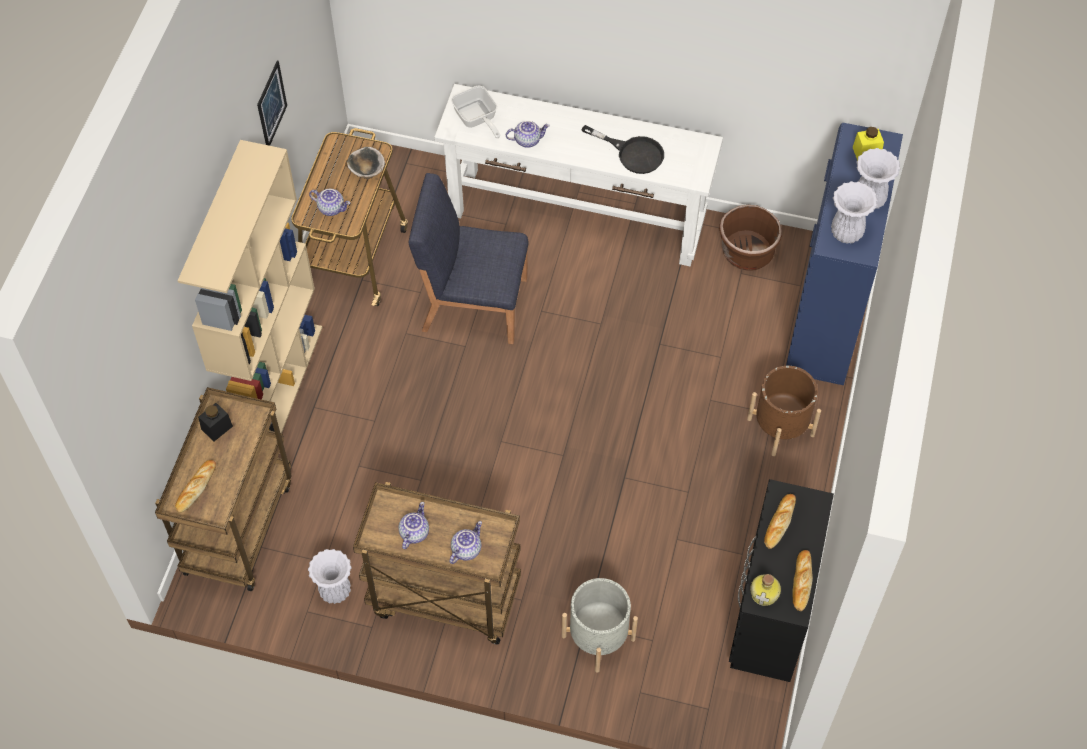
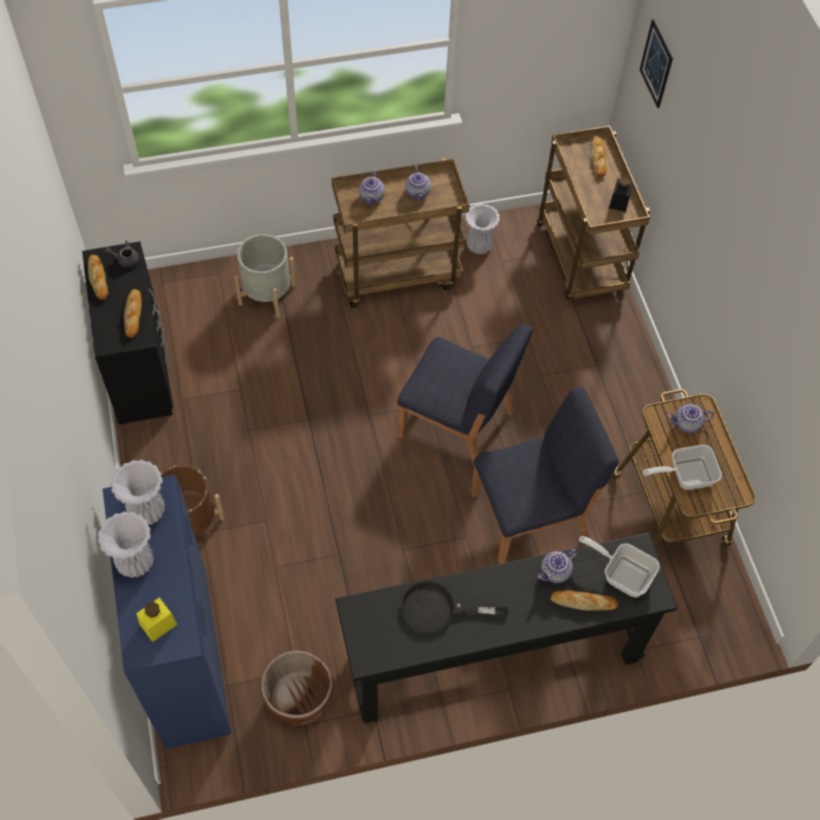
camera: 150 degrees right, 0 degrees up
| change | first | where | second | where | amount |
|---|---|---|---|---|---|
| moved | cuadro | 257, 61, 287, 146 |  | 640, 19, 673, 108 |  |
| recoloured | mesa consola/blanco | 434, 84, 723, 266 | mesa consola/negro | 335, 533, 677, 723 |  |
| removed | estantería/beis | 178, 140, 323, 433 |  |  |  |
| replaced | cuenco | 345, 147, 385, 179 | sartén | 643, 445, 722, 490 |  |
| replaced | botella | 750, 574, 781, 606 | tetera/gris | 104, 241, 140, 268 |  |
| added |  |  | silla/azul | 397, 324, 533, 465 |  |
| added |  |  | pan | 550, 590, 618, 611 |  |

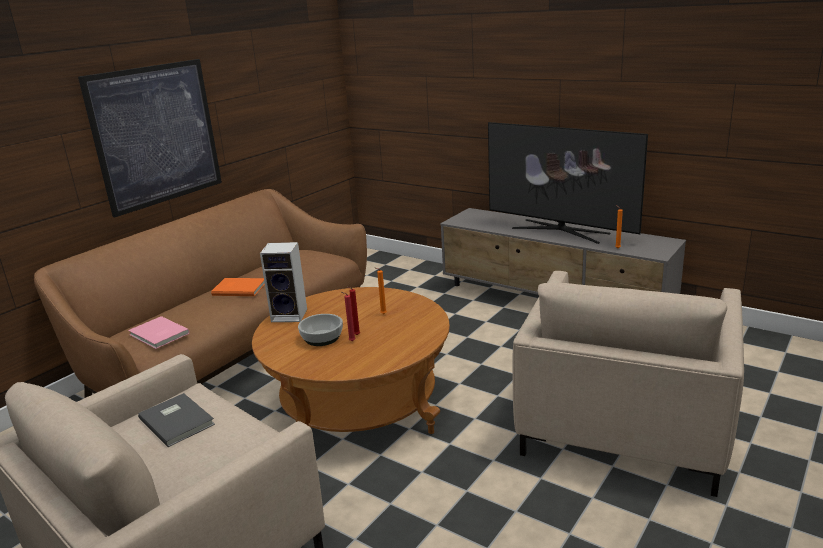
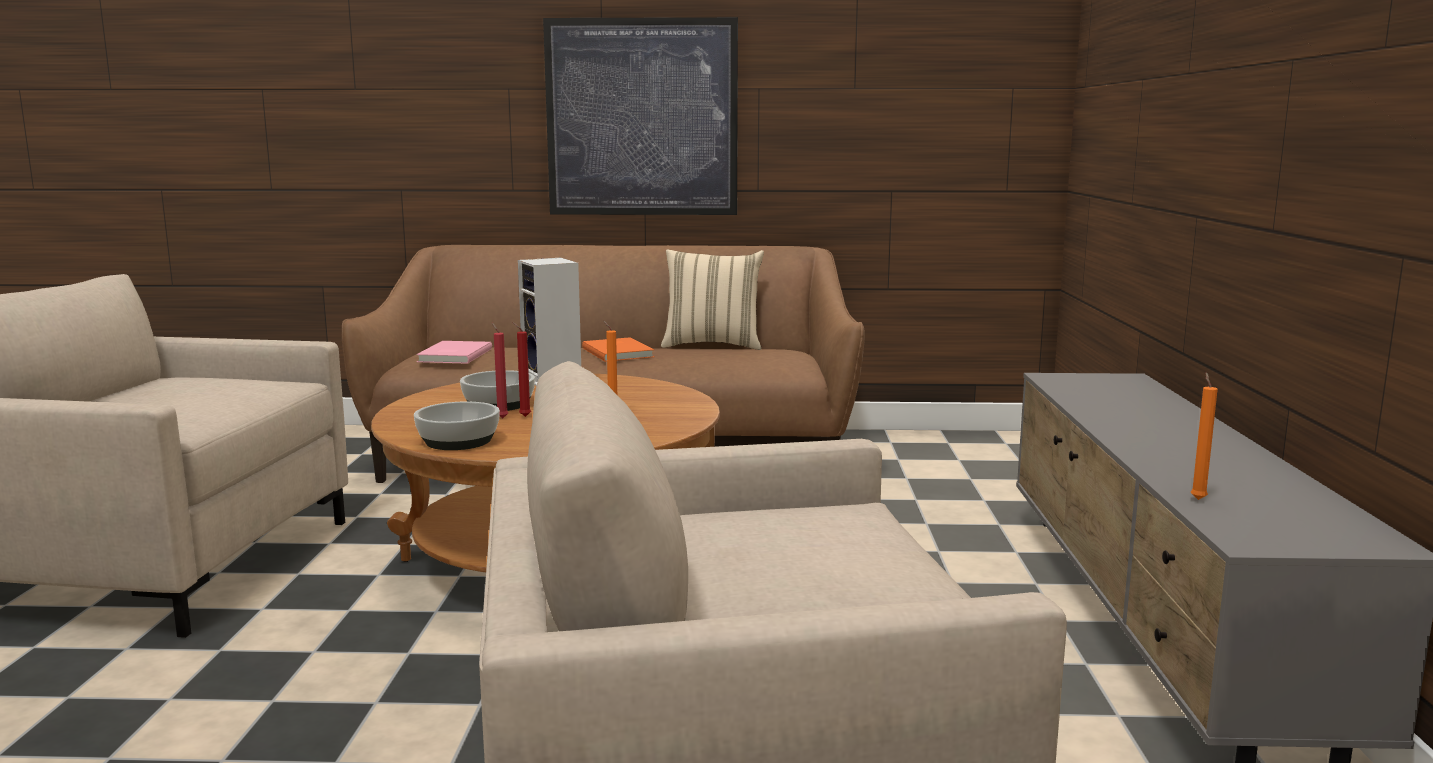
camera: 55 degrees right, 10 degrees down
| change | first | where | second | where | amount |
|---|---|---|---|---|---|
| removed | televisor | 488, 122, 648, 244 |  |  |  |
| removed | libro/gris | 138, 393, 215, 447 |  |  |  |
| added |  |  | cojín/beis | 661, 250, 764, 350 |  |
| added |  |  | cuenco | 414, 401, 500, 450 |  |

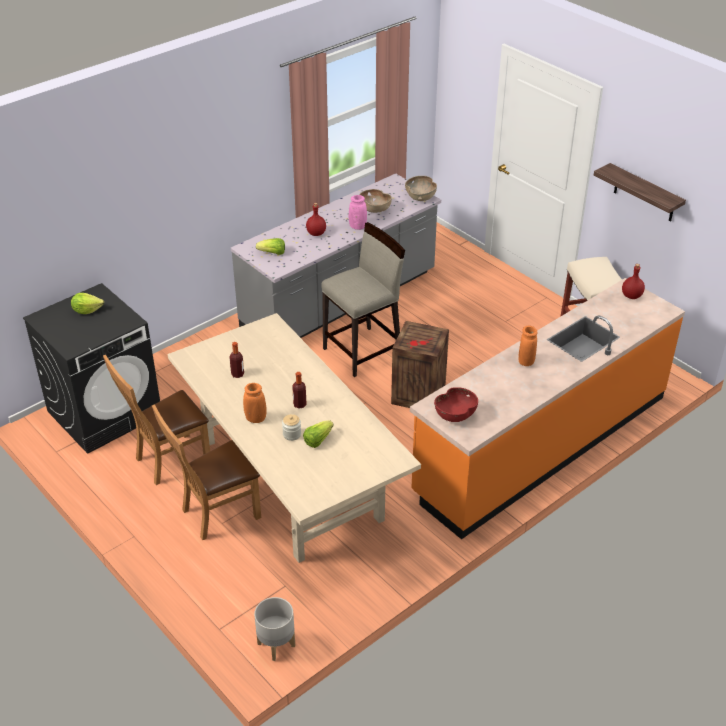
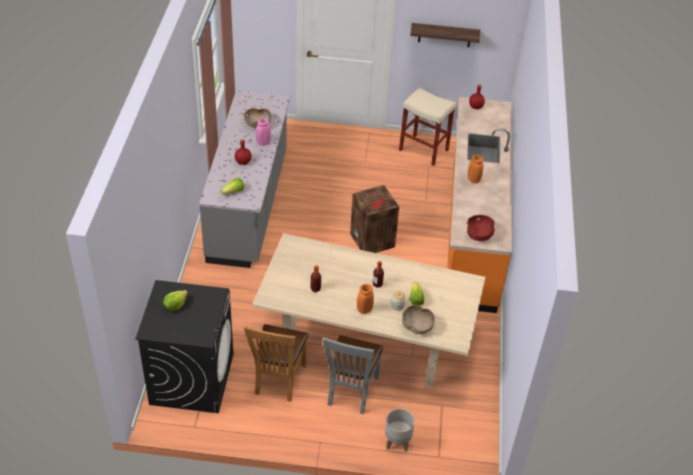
camera: 45 degrees left, 5 degrees up
| change | first | where | second | where | amount |
|---|---|---|---|---|---|
| moved | cuenco/marrón | 405, 176, 437, 201 |  | 402, 305, 435, 334 |  |
| removed | taburete/beis | 321, 222, 405, 377 |  |  |  |
| recoloured | silla/marrón | 152, 404, 261, 540 | silla/gris | 322, 335, 383, 414 |  |
| moved | maceta/gris | 254, 597, 295, 661 |  | 385, 409, 415, 452 |  |

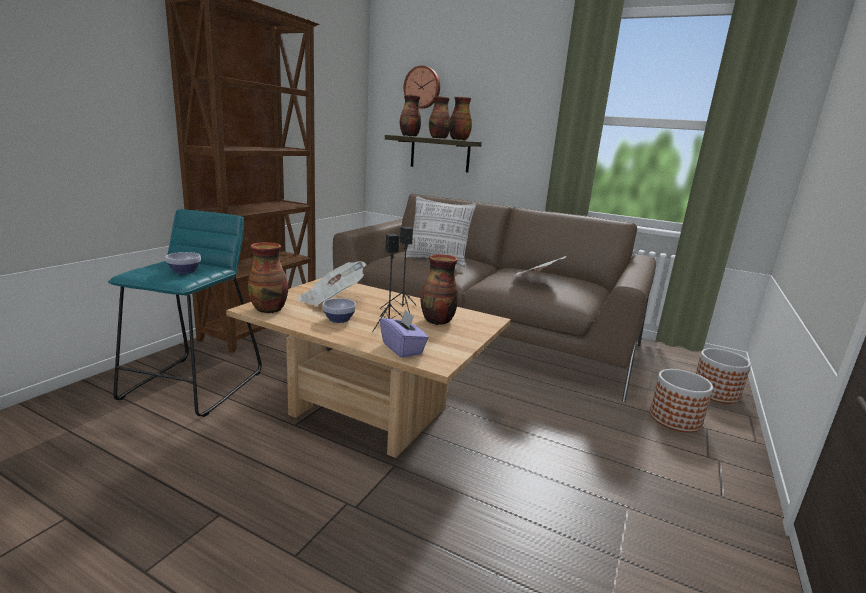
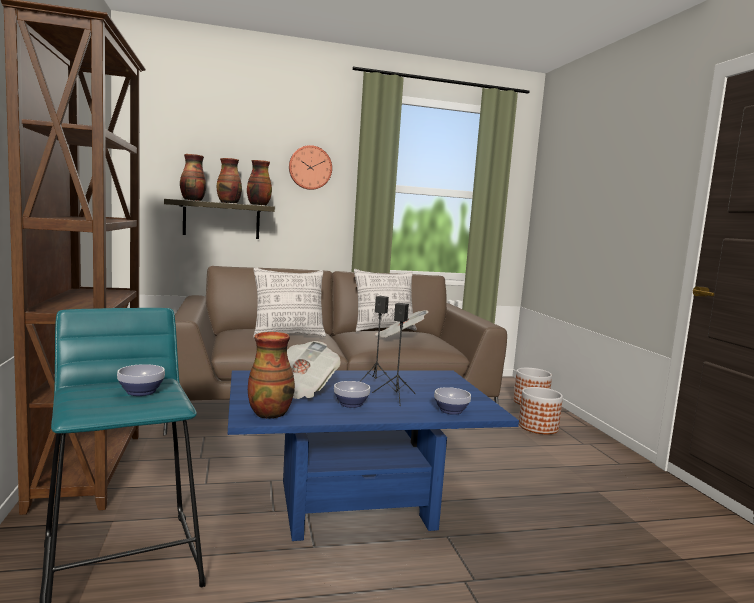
camera: 40 degrees left, 10 degrees down
| change | first | where | second | where | amount |
|---|---|---|---|---|---|
| moved | reloj de pared | 404, 66, 440, 109 |  | 289, 145, 332, 190 |  |
| removed | florero | 420, 254, 458, 325 |  |  |  |
| recoloured | mesa de centro/beis | 226, 278, 511, 458 | mesa de centro/azul | 228, 370, 519, 541 |  |
| replaced | caja de pañuelos/morado | 380, 309, 429, 358 | cuenco | 434, 387, 471, 415 |  |
| added |  |  | cojín | 354, 269, 417, 332 |  |

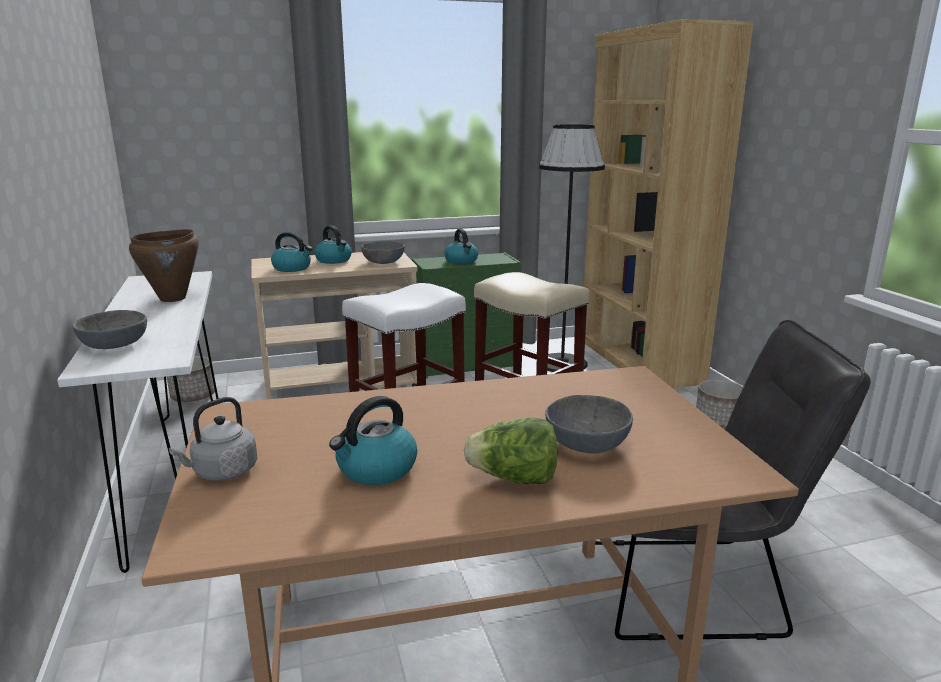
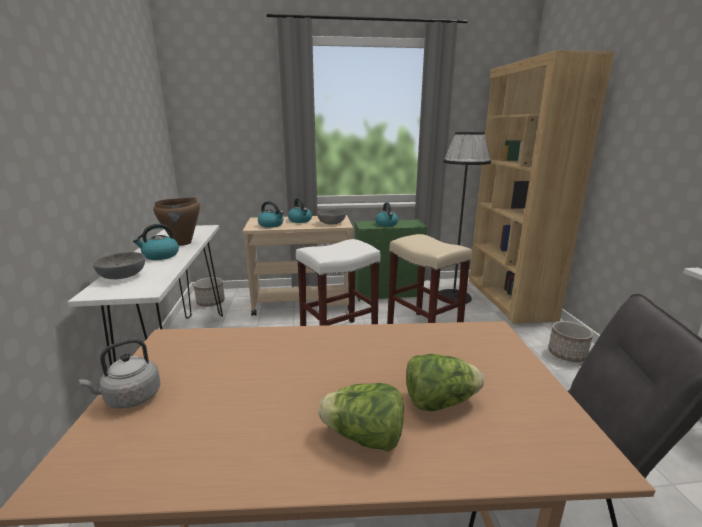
camera: 10 degrees right, 0 degrees up
| change | first | where | second | where | amount |
|---|---|---|---|---|---|
| replaced | cuenco/gris | 545, 395, 633, 453 | lechuga | 406, 354, 484, 411 |  |
| moved | hervidor | 329, 396, 417, 485 |  | 133, 224, 179, 260 |  |

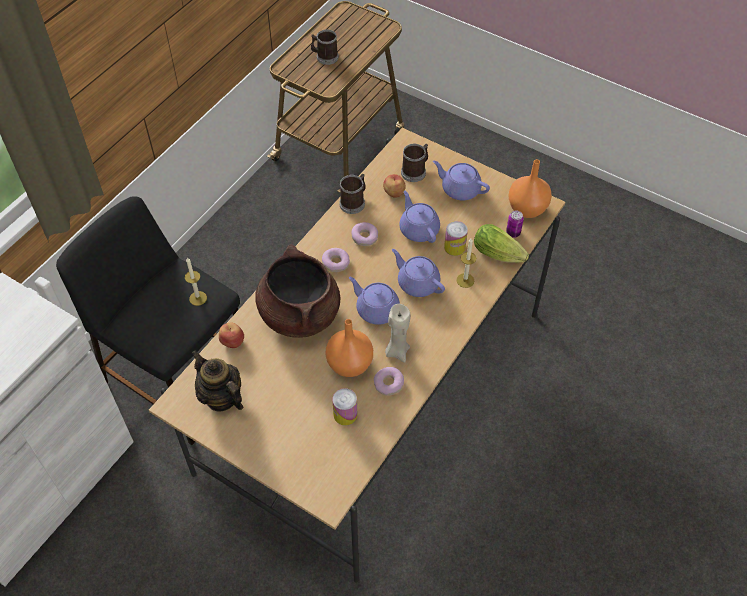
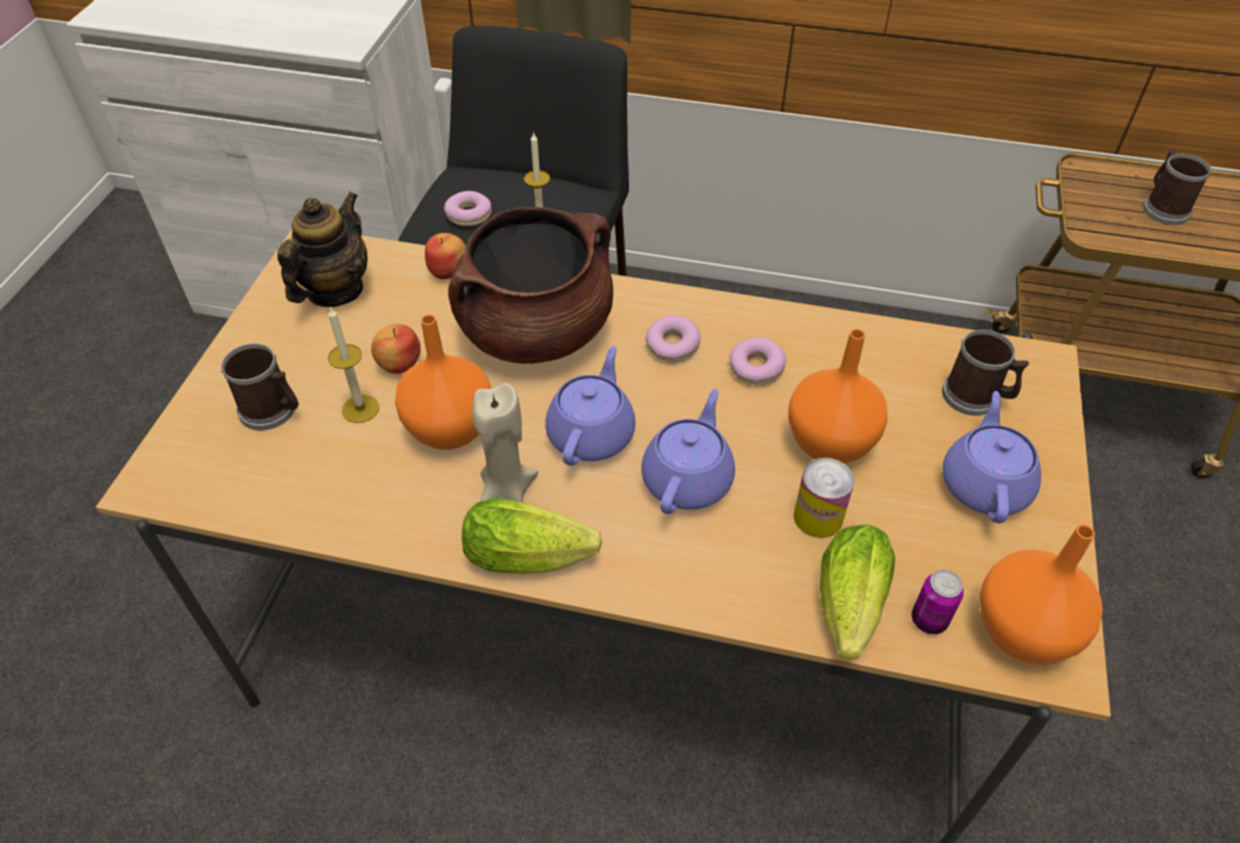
camera: 70 degrees right, 5 degrees down
| change | first | where | second | where | amount |
|---|---|---|---|---|---|
| moved | taza grande | 339, 174, 365, 214 |  | 221, 343, 299, 430 |  |
| moved | manzana | 383, 174, 406, 198 |  | 371, 324, 421, 374 |  |
| replaced | tetera/morado | 399, 190, 440, 243 | florero/naranja | 788, 329, 888, 464 |  |
| moved | vela | 456, 239, 476, 288 |  | 328, 307, 379, 423 |  |
| moved | rosquilla | 374, 367, 404, 396 |  | 444, 191, 492, 226 |  |
| removed | lata | 332, 388, 357, 426 |  |  |  |
| added |  |  | lechuga | 462, 498, 602, 574 |  |

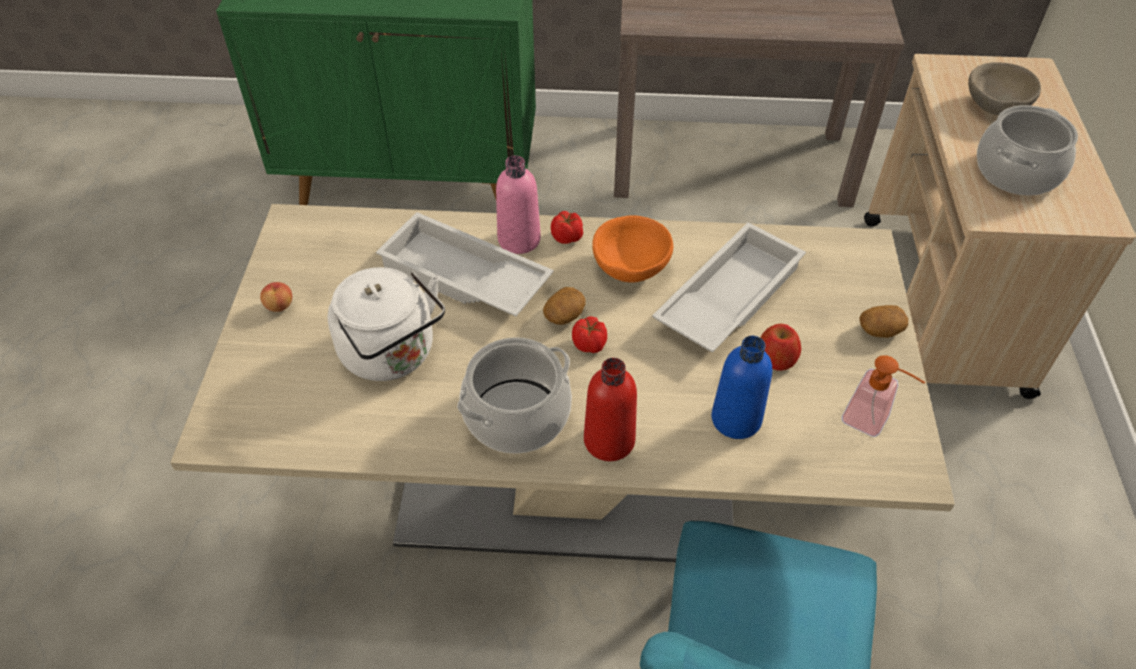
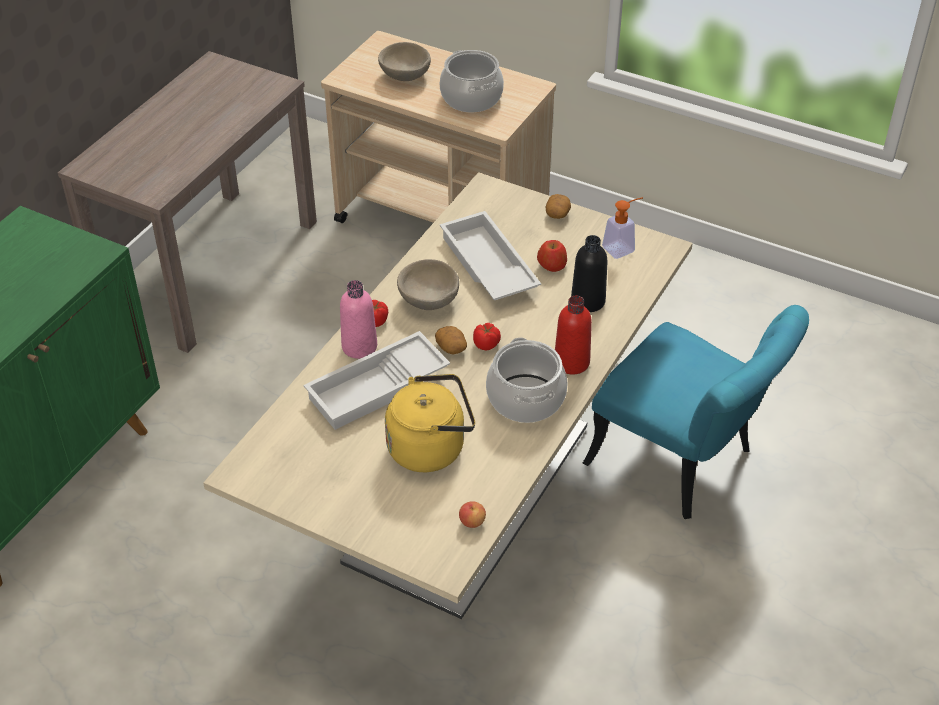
camera: 65 degrees left, 5 degrees down
| change | first | where | second | where | amount |
|---|---|---|---|---|---|
| recoloured | cuenco/naranja | 592, 215, 673, 283 | cuenco/beis | 397, 259, 459, 310 |  |
| recoloured | hervidor/blanco | 328, 267, 445, 381 | hervidor/amarillo | 385, 374, 475, 472 |  |
| moved | manzana | 260, 282, 292, 312 |  | 459, 501, 486, 528 |  |
| recoloured | botella/azul | 711, 336, 772, 439 | botella/negro | 571, 235, 607, 312 |  |

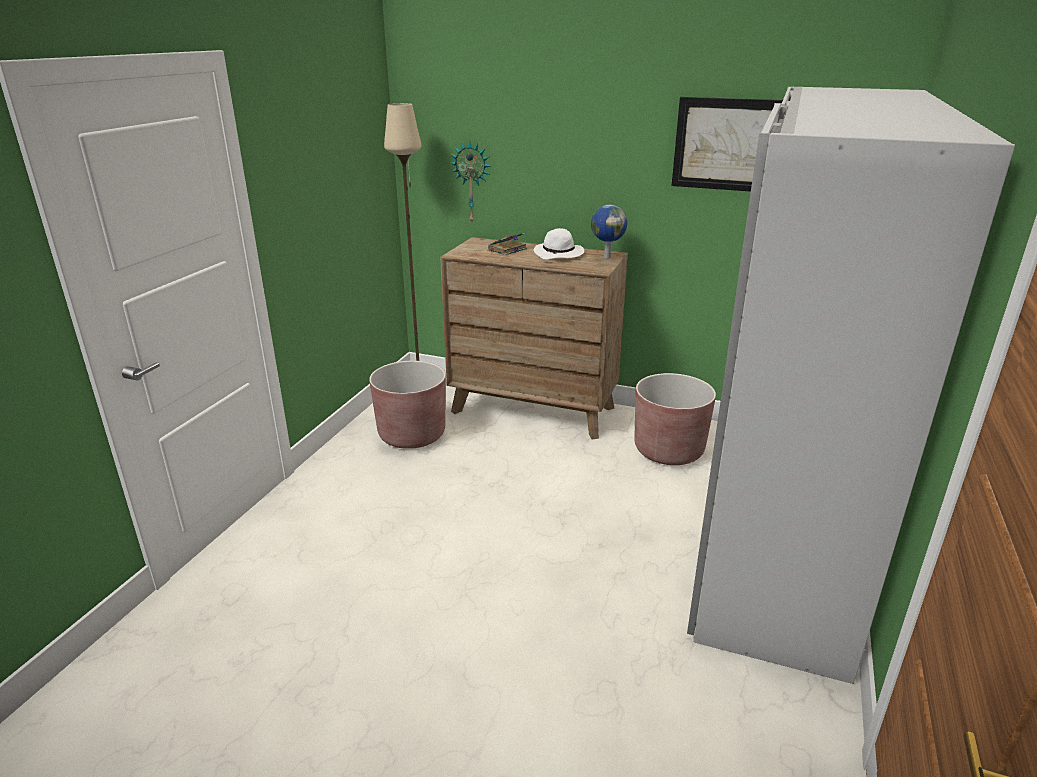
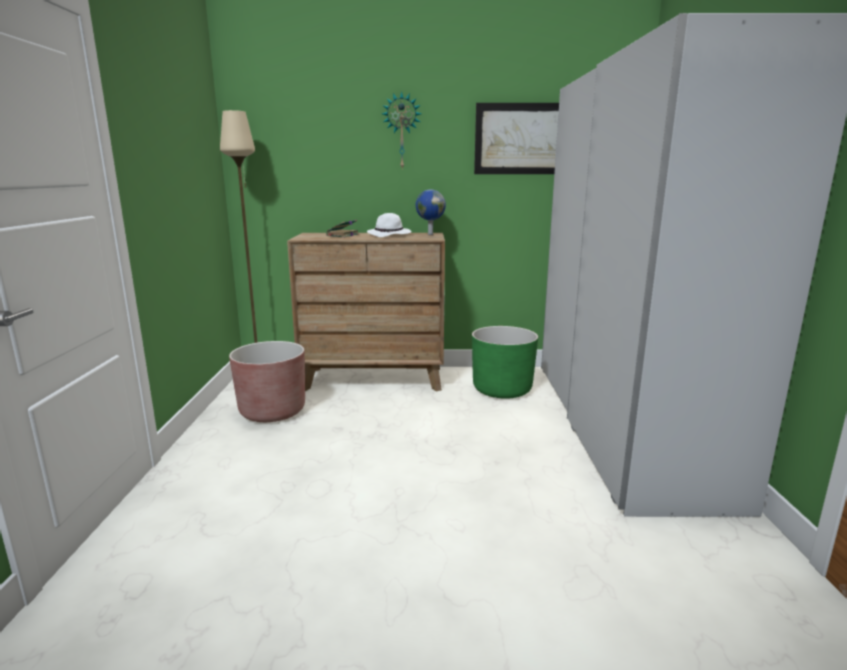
camera: 20 degrees left, 10 degrees down
| change | first | where | second | where | amount |
|---|---|---|---|---|---|
| moved | reloj de pared | 450, 141, 491, 222 |  | 382, 91, 422, 169 |  |
| recoloured | maceta/marrón | 635, 373, 716, 465 | maceta/verde | 472, 326, 538, 399 |  |

